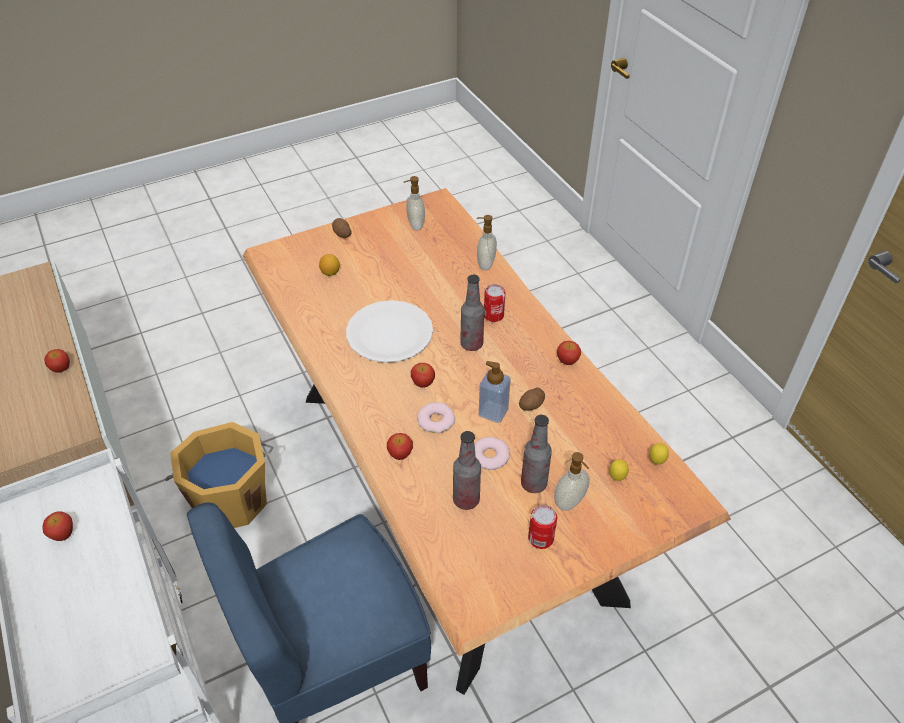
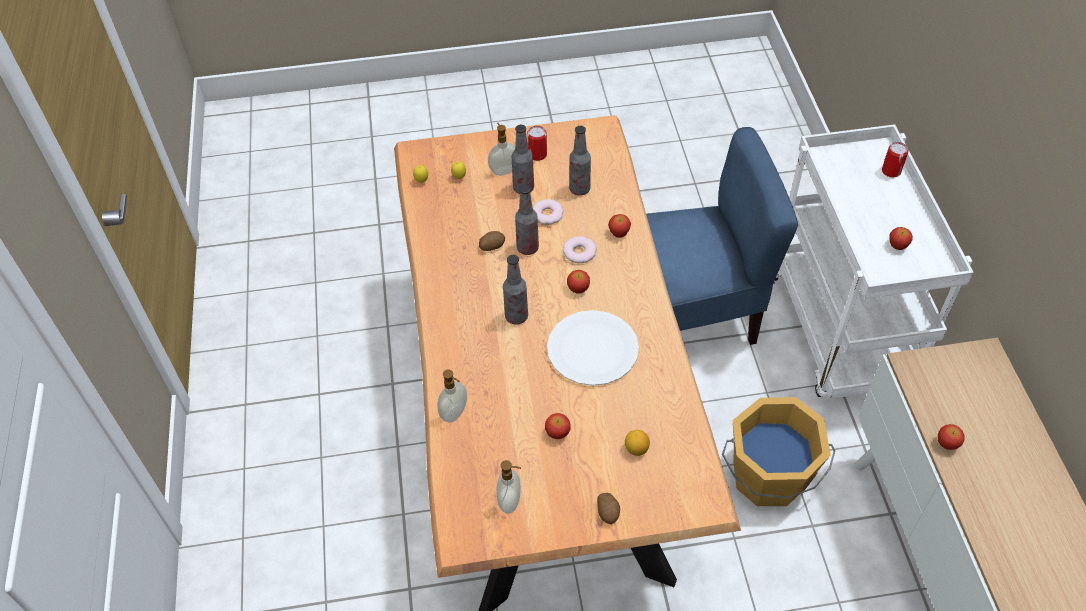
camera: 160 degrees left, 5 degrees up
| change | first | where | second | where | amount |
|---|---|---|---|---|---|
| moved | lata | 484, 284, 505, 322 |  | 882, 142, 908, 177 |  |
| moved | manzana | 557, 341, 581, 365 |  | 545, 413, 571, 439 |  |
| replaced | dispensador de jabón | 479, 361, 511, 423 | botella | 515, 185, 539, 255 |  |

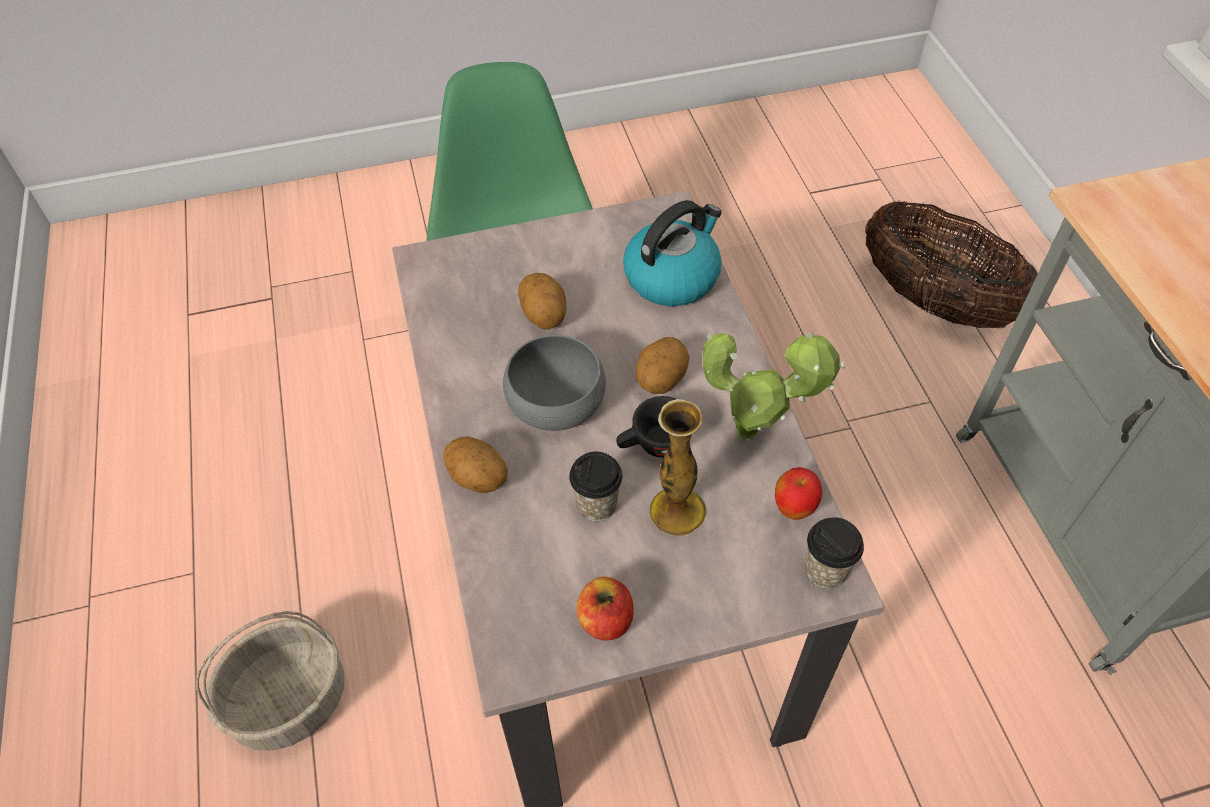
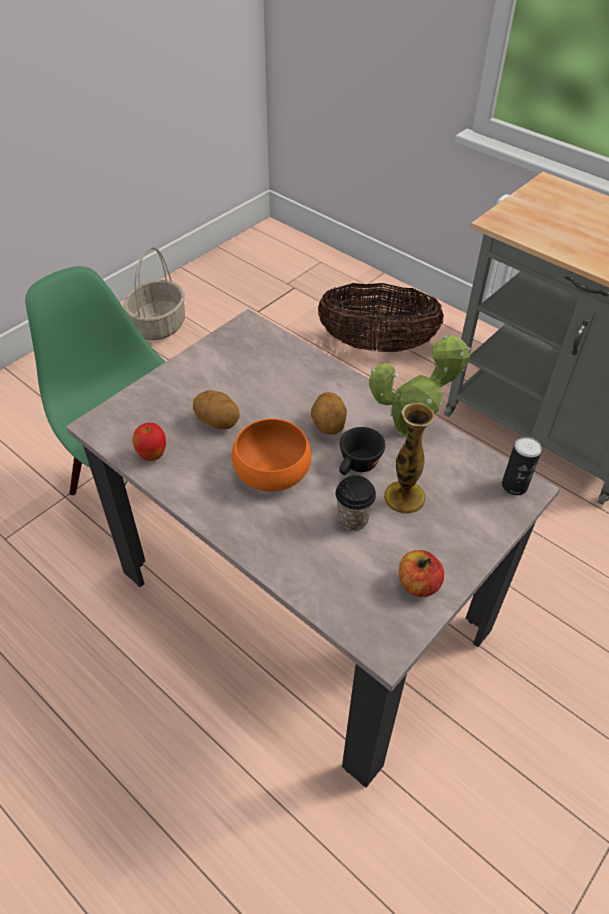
camera: 35 degrees left, 5 degrees down
| change | first | where | second | where | amount |
|---|---|---|---|---|---|
| removed | hervidor | 623, 200, 722, 306 |  |  |  |
| recoloured | cuenco/gris | 503, 335, 606, 431 | cuenco/naranja | 232, 418, 312, 492 |  |
| removed | patata | 443, 436, 508, 493 |  |  |  |
| moved | manzana | 775, 467, 823, 520 |  | 132, 423, 166, 461 |  |
| replaced | taza | 805, 517, 864, 589 | lata | 502, 437, 542, 495 |  |
| moved | cesta | 196, 611, 344, 751 |  | 124, 247, 185, 340 |  |

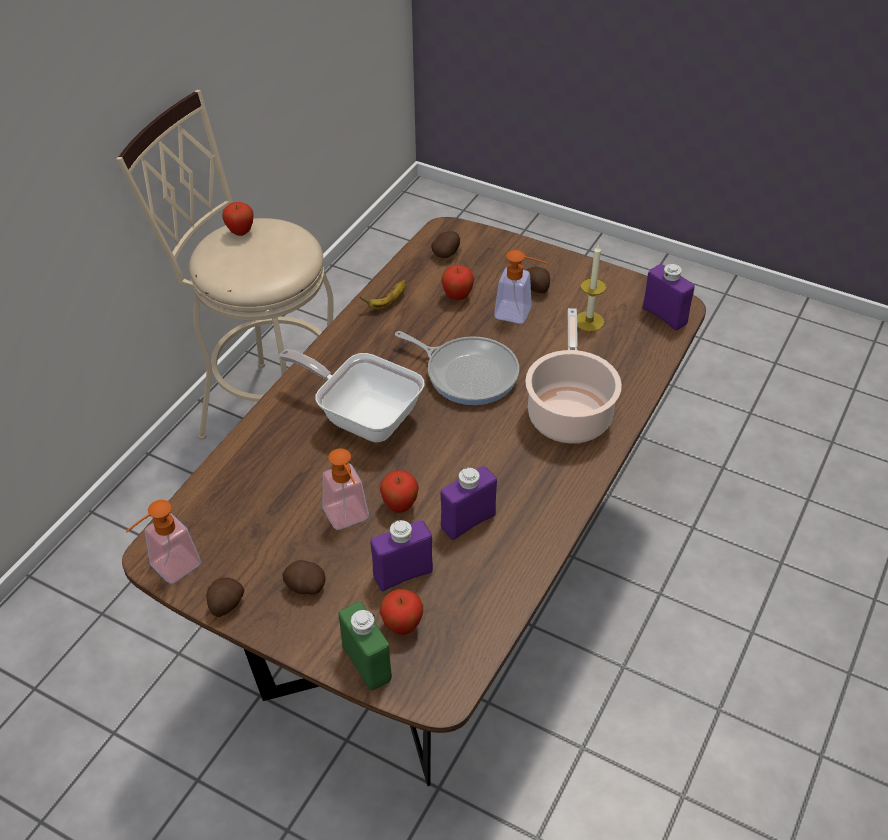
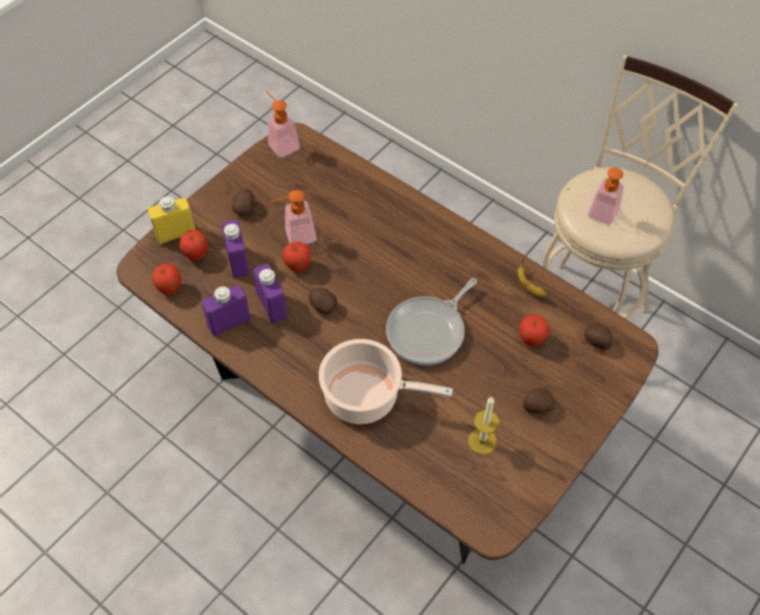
camera: 100 degrees right, 10 degrees up
| change | first | where | second | where | amount |
|---|---|---|---|---|---|
| moved | manzana | 222, 202, 253, 236 |  | 152, 263, 181, 295 |  |
| moved | dispensador de jabón | 494, 250, 547, 324 |  | 588, 168, 624, 225 |  |
| moved | botella/morado | 643, 264, 695, 331 |  | 201, 285, 251, 337 |  |
| removed | sartén | 279, 350, 424, 442 |  |  |  |
| moved | patata | 207, 577, 244, 617 |  | 309, 287, 338, 314 |  |
| recoloured | botella/verde | 339, 602, 392, 691 | botella/amarillo | 148, 196, 196, 244 |  |

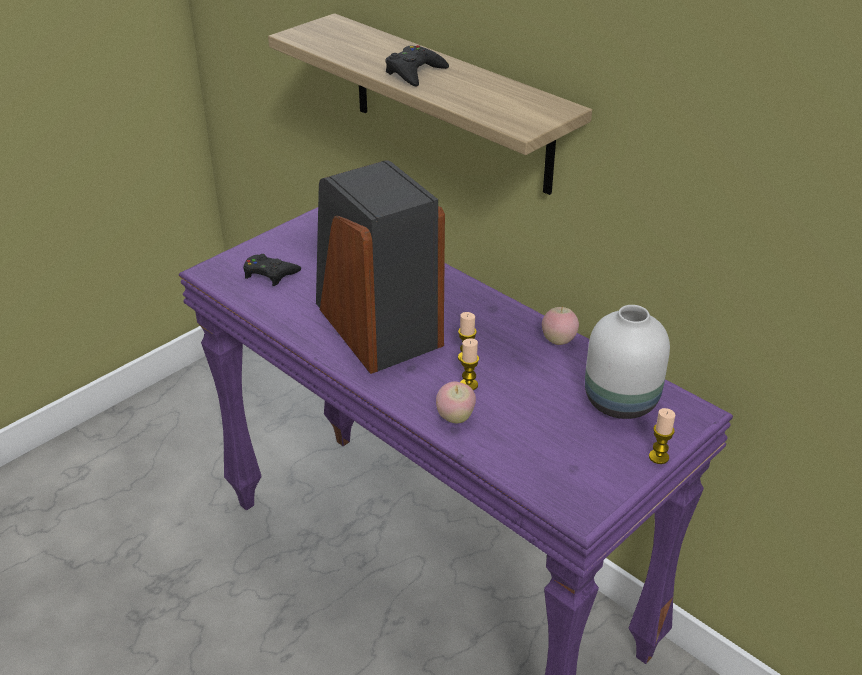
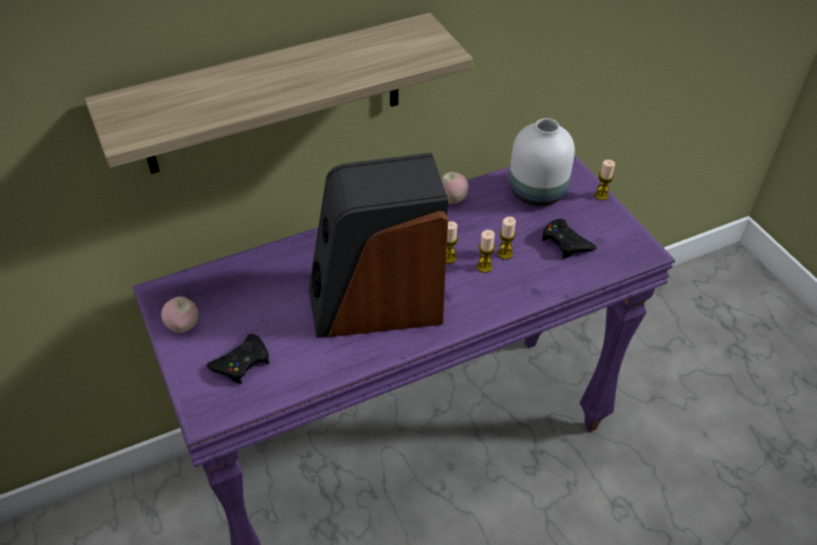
camera: 70 degrees left, 10 degrees up
| change | first | where | second | where | amount |
|---|---|---|---|---|---|
| moved | mando de consola/negro | 385, 45, 449, 87 |  | 542, 219, 597, 259 |  |
| moved | manzana | 436, 381, 476, 423 |  | 161, 296, 198, 333 |  |
| added |  |  | vela | 497, 217, 516, 260 |  |

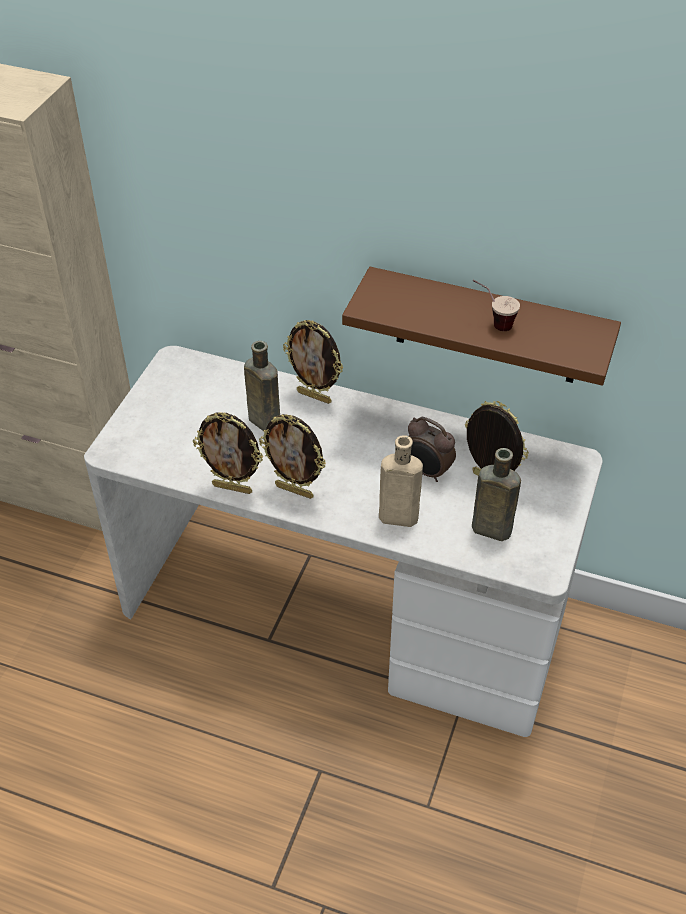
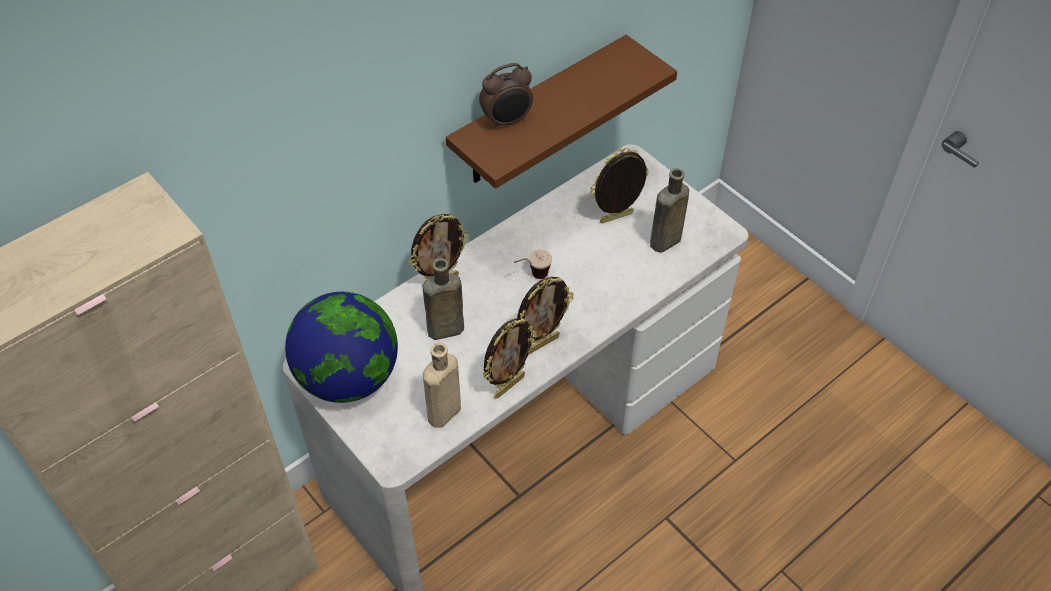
camera: 60 degrees left, 5 degrees up
| change | first | where | second | where | amount |
|---|---|---|---|---|---|
| moved | taza | 472, 280, 520, 331 |  | 514, 249, 552, 279 |  |
| moved | despertador | 408, 417, 456, 482 |  | 479, 63, 533, 130 |  |
| moved | botella/beis | 379, 435, 423, 527 |  | 423, 343, 461, 428 |  |
| added |  |  | globo terráqueo | 285, 292, 398, 403 |  |

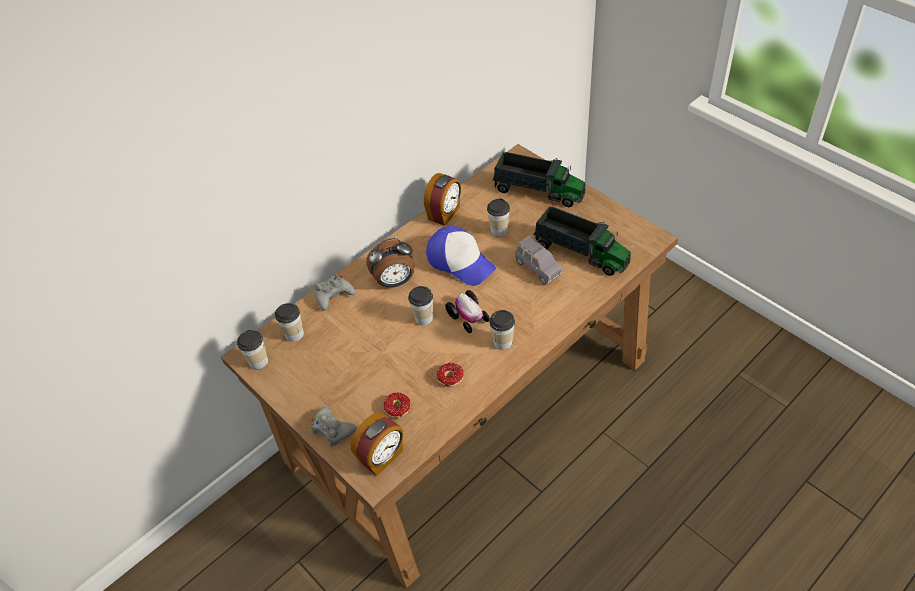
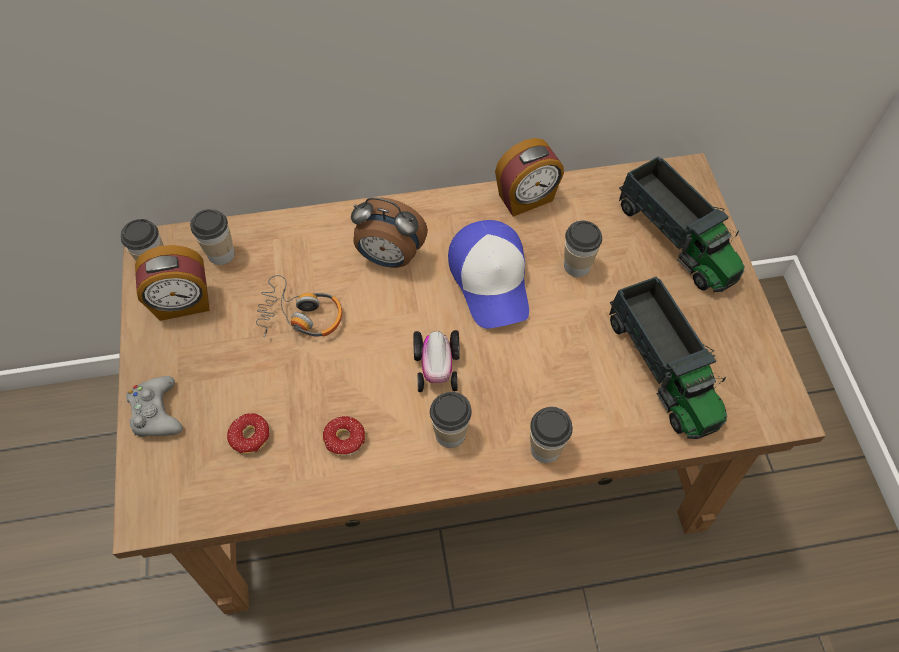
camera: 30 degrees right, 10 degrees up
| change | first | where | second | where | amount |
|---|---|---|---|---|---|
| removed | coche de juguete/gris | 515, 236, 563, 285 |  |  |  |
| removed | mando de consola/gris | 315, 275, 356, 311 |  |  |  |
| moved | taza | 408, 286, 433, 326 |  | 530, 407, 573, 463 |  |
| moved | despertador | 350, 412, 403, 476 |  | 135, 245, 210, 321 |  |
| added |  |  | auriculares | 256, 275, 342, 337 |  |

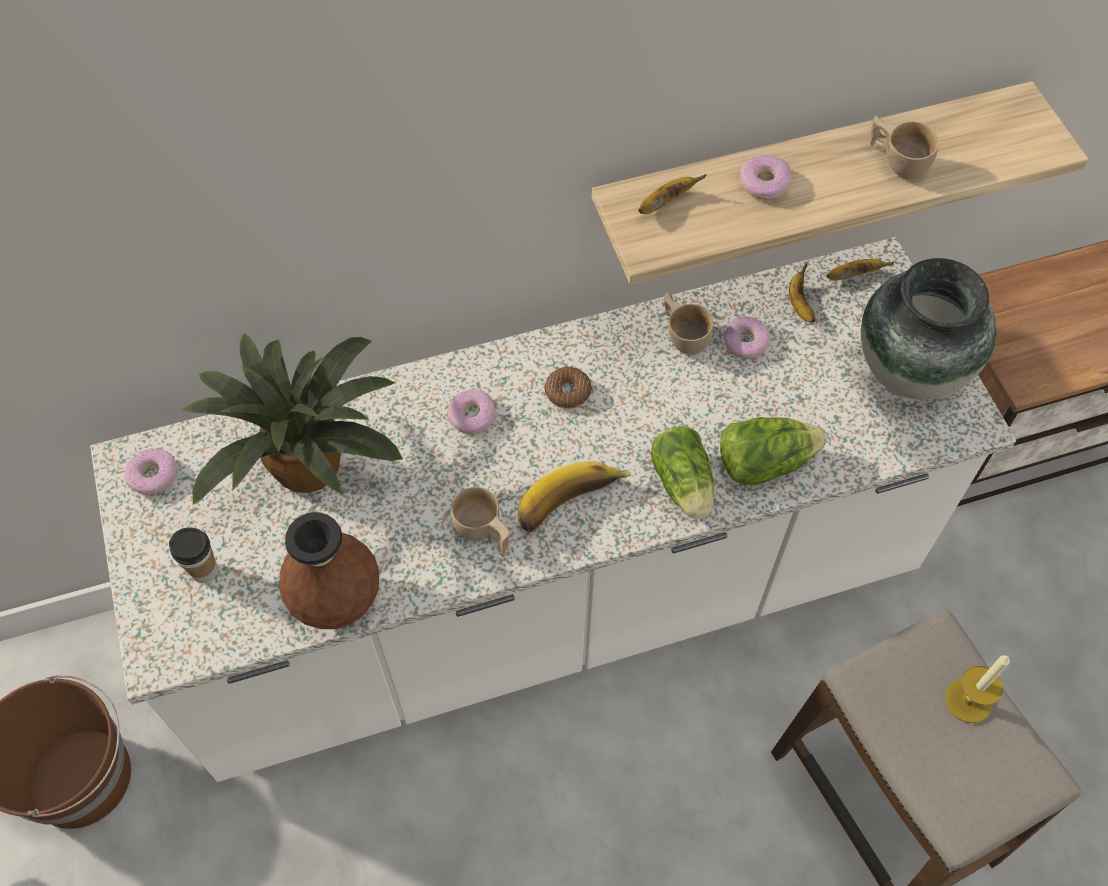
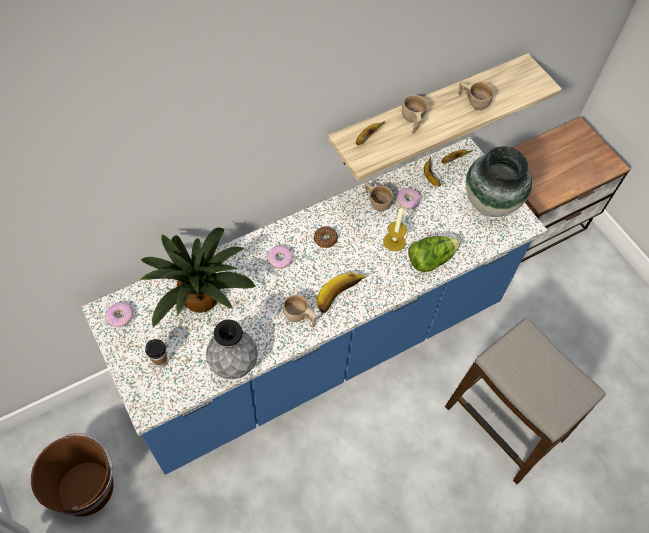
camera: 15 degrees left, 0 degrees up
| change | first | where | second | where | amount |
|---|---|---|---|---|---|
| replaced | rosquilla | 740, 155, 792, 200 | taza/beis | 402, 95, 428, 134 |  |
| recoloured | mueble bajo de cocina/blanco | 90, 237, 1016, 782 | mueble bajo de cocina/azul | 81, 137, 547, 475 |  |
| removed | lechuga | 651, 426, 714, 519 |  |  |  |
| recoloured | florero/marrón | 279, 512, 379, 629 | florero/gris | 206, 319, 258, 379 |  |
| moved | vela | 945, 655, 1010, 723 |  | 383, 207, 407, 251 |  |

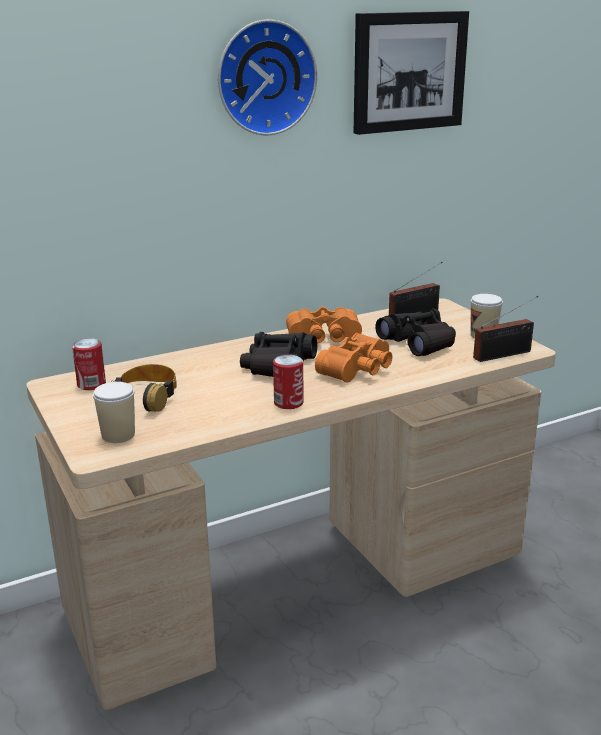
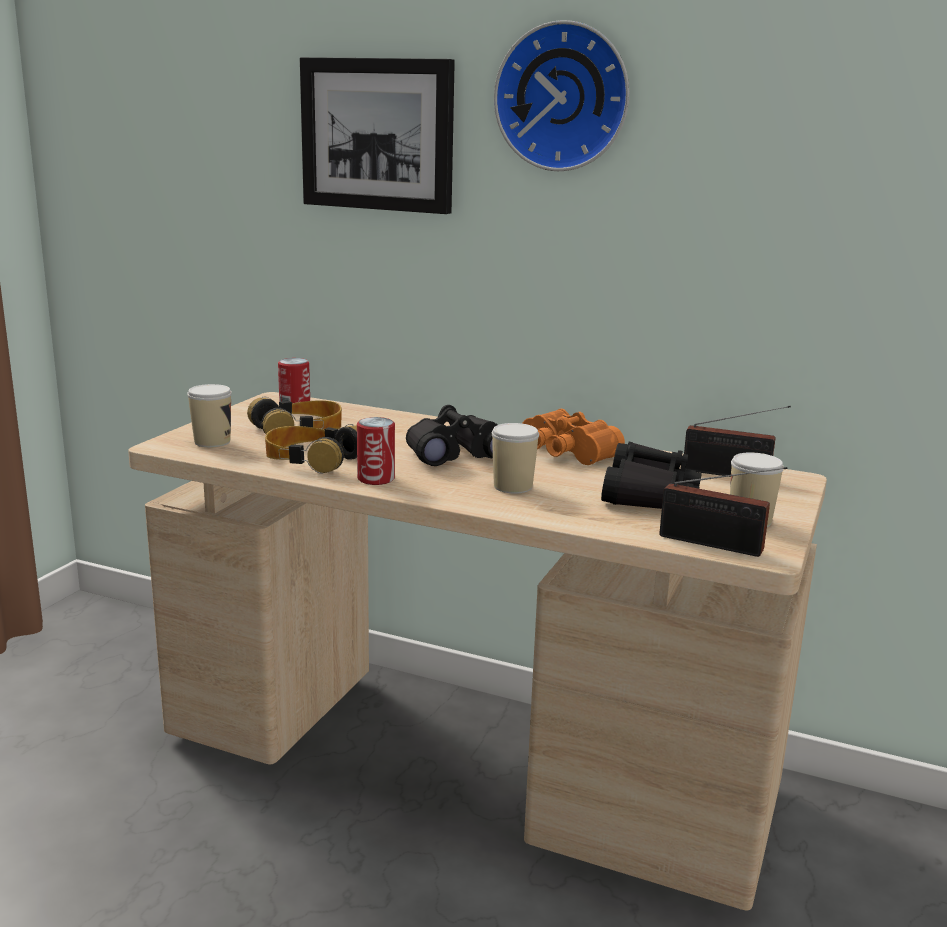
camera: 50 degrees right, 5 degrees down
| change | first | where | second | where | amount |
|---|---|---|---|---|---|
| moved | cuadro | 354, 11, 469, 135 |  | 300, 57, 455, 214 |  |
| replaced | prismáticos/naranja | 315, 333, 392, 383 | taza | 492, 423, 539, 494 |  |
| added |  |  | auriculares | 265, 424, 357, 474 |  |

